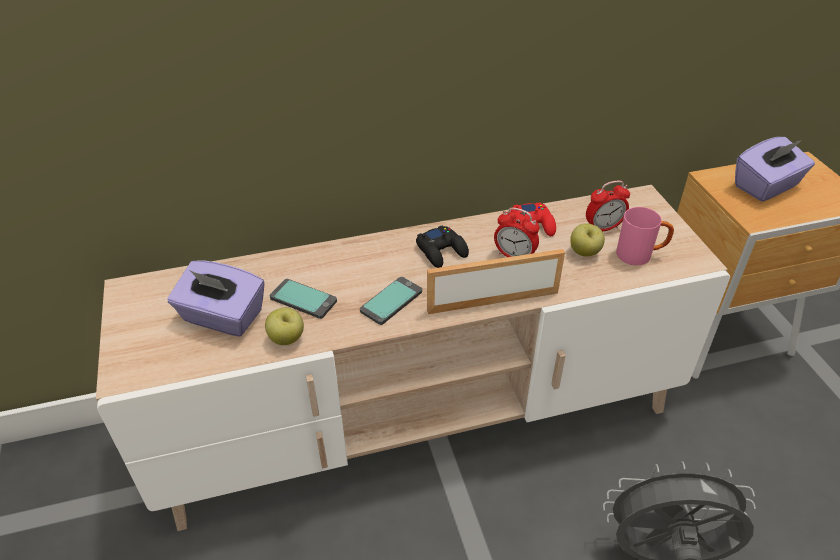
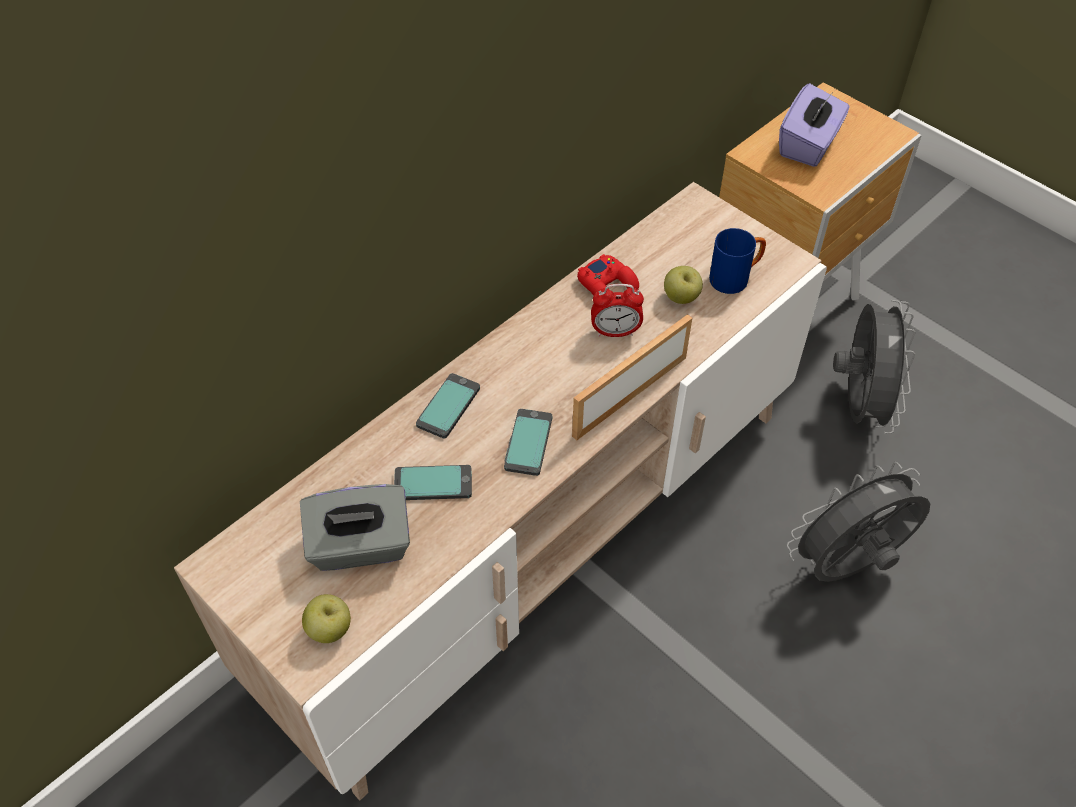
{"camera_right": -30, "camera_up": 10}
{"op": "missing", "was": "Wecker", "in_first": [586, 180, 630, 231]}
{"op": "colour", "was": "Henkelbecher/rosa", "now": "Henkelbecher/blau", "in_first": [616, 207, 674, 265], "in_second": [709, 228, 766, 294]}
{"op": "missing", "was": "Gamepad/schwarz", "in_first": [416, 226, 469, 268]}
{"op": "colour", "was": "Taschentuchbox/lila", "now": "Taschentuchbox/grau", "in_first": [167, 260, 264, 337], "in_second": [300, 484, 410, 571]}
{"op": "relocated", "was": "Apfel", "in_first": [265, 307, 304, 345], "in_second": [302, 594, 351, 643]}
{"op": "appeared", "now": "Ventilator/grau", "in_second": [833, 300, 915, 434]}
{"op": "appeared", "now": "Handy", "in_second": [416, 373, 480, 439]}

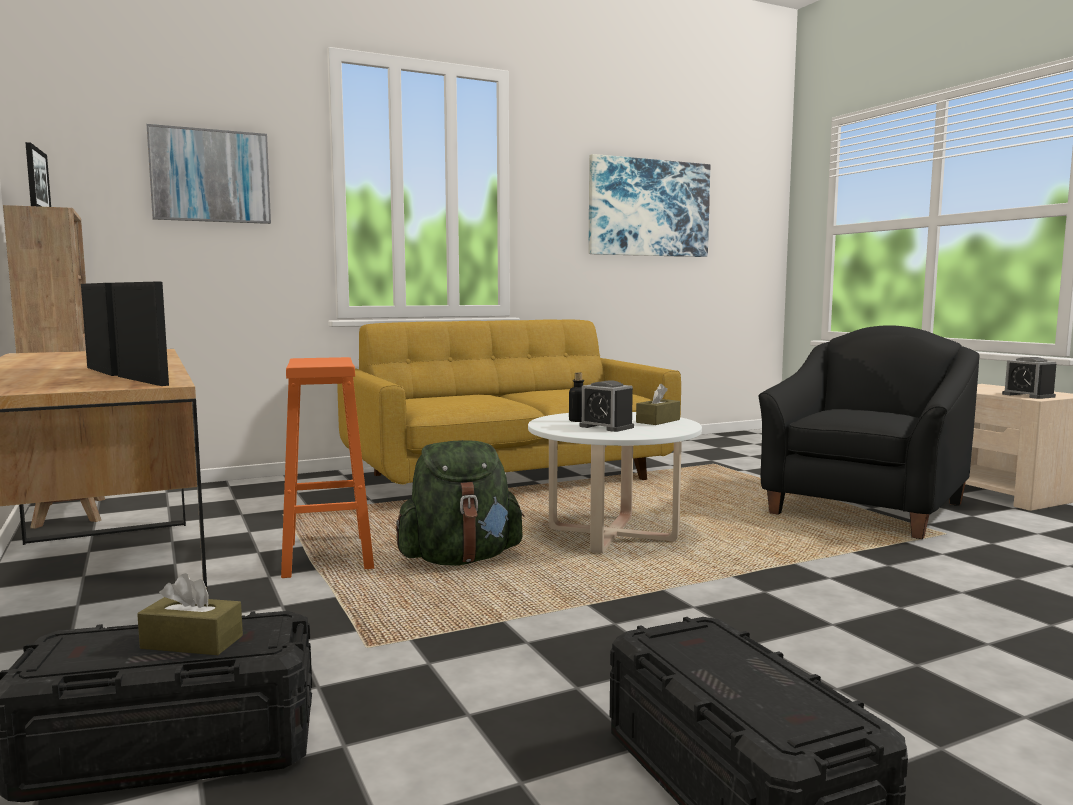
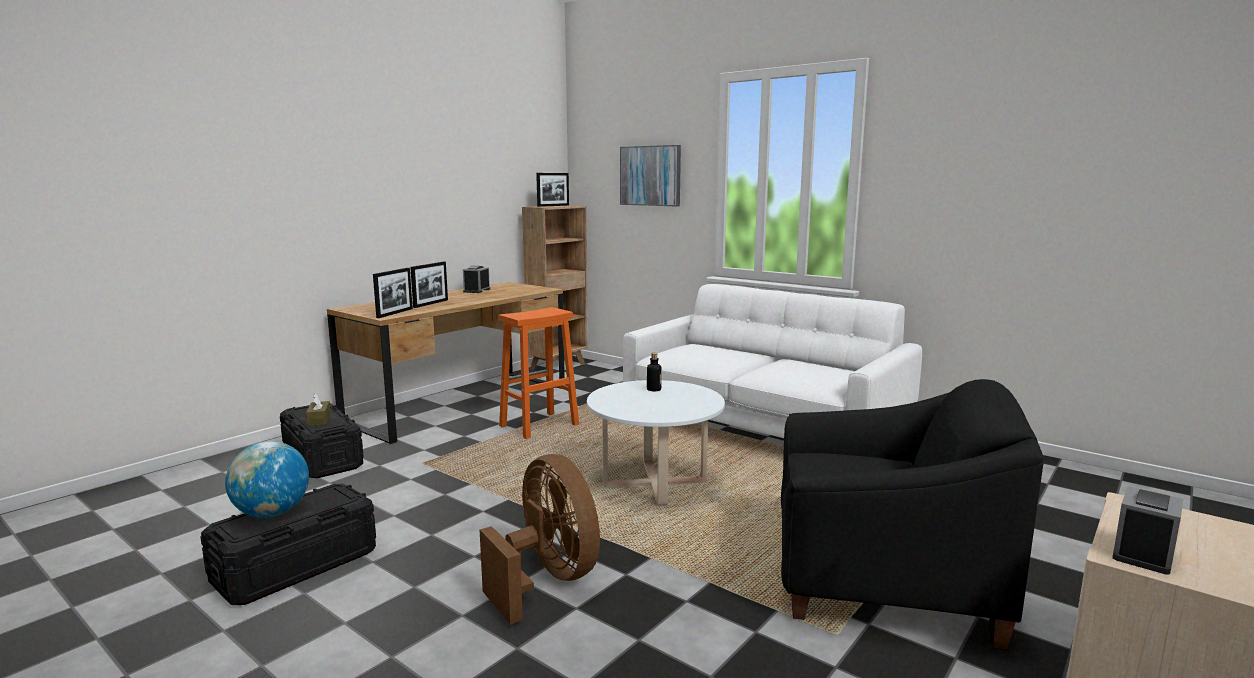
{"camera_right": 65, "camera_up": 5}
{"op": "missing", "was": "Bild", "in_first": [589, 154, 710, 257]}
{"op": "colour", "was": "Sofa/gelb", "now": "Sofa/weiß", "in_first": [337, 320, 681, 484], "in_second": [623, 284, 922, 438]}
{"op": "relocated", "was": "Wecker", "in_first": [579, 380, 634, 432], "in_second": [463, 266, 490, 293]}
{"op": "missing", "was": "Taschentuchbox/braun", "in_first": [636, 383, 680, 425]}
{"op": "missing", "was": "Rucksack/grün", "in_first": [396, 440, 525, 566]}
{"op": "appeared", "now": "Globus", "in_second": [225, 441, 309, 518]}
{"op": "appeared", "now": "Ventilator/braun", "in_second": [480, 454, 600, 625]}

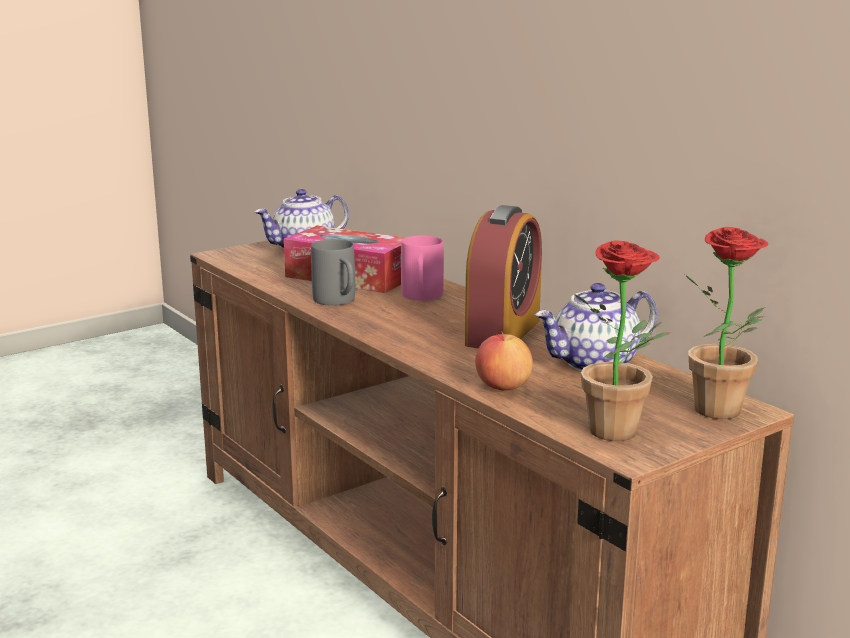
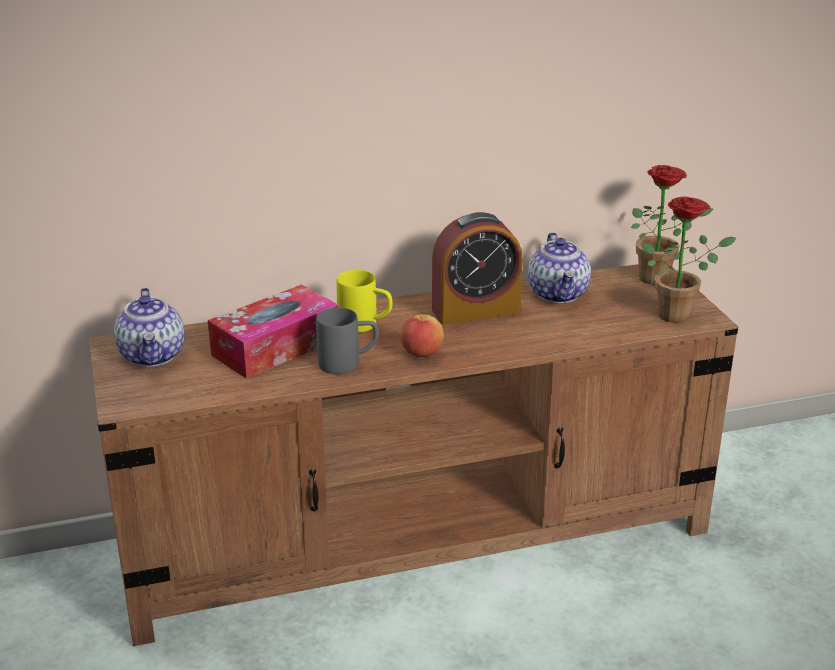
{"camera_right": -70, "camera_up": 10}
{"op": "spun", "was": "Wecker", "in_first": [465, 205, 542, 348], "in_second": [432, 212, 523, 325], "clockwise": 120}
{"op": "colour", "was": "Henkelbecher/rosa", "now": "Henkelbecher/gelb", "in_first": [401, 235, 444, 301], "in_second": [337, 270, 393, 333]}
{"op": "relocated", "was": "Apfel", "in_first": [475, 332, 533, 391], "in_second": [400, 314, 444, 357]}

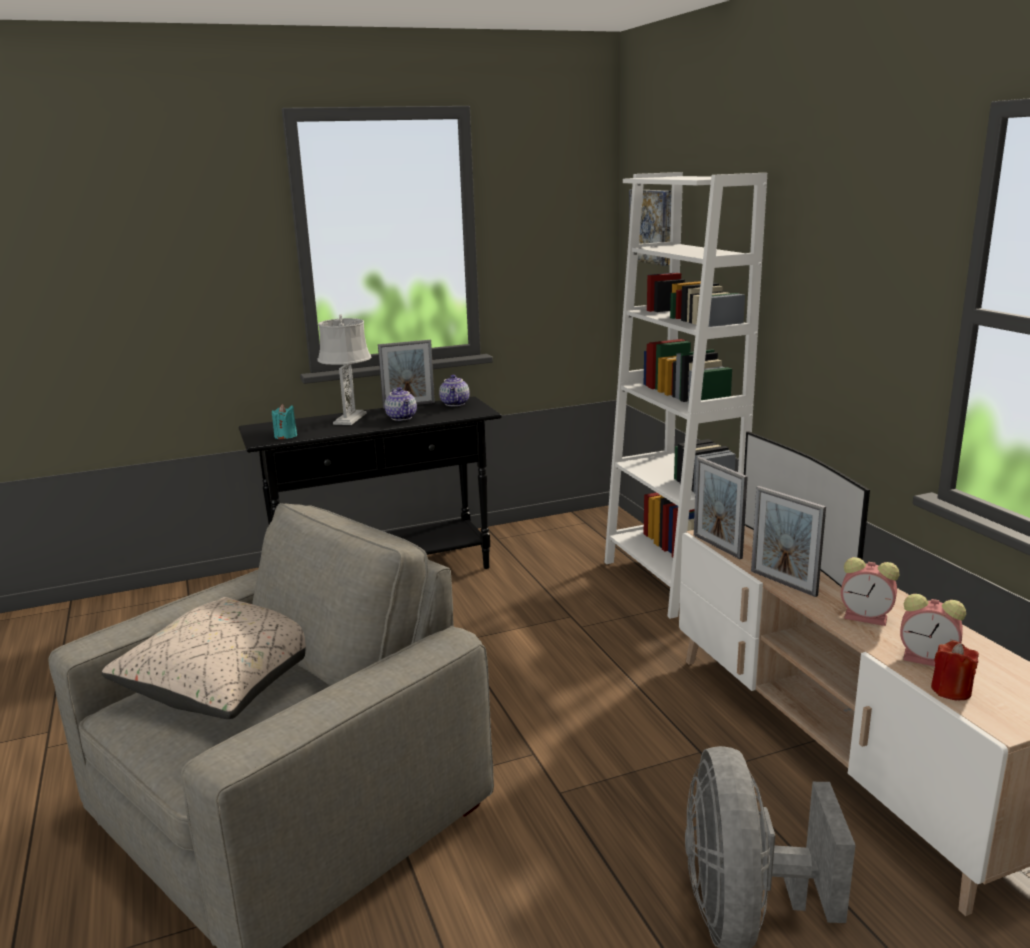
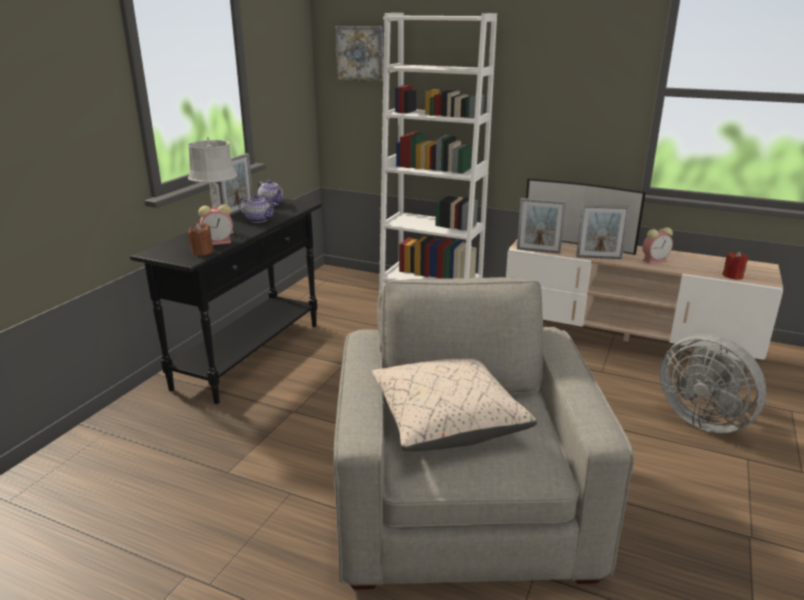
{"camera_right": -45, "camera_up": 5}
{"op": "colour", "was": "Kerze/türkis", "now": "Kerze/braun", "in_first": [272, 404, 297, 439], "in_second": [188, 223, 213, 256]}
{"op": "relocated", "was": "Wecker", "in_first": [900, 594, 966, 666], "in_second": [198, 204, 233, 245]}

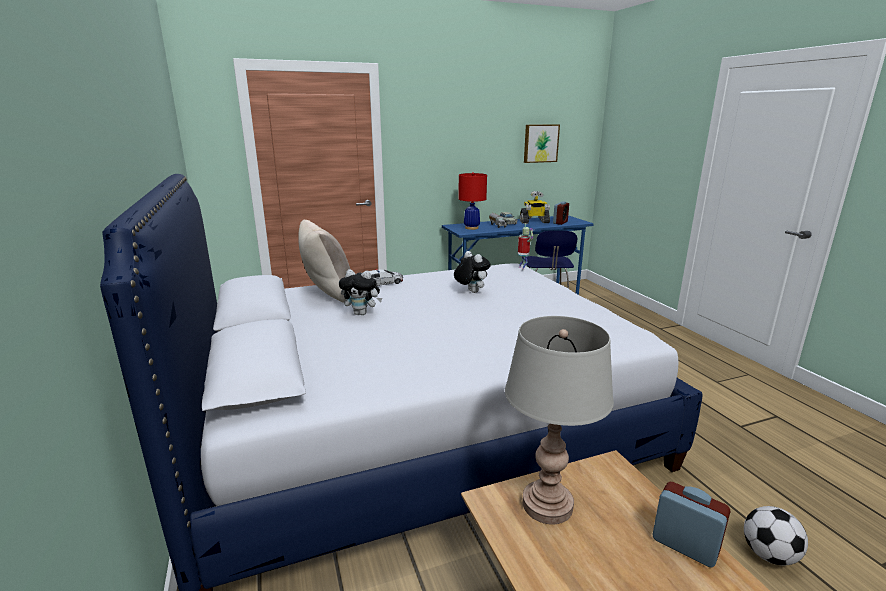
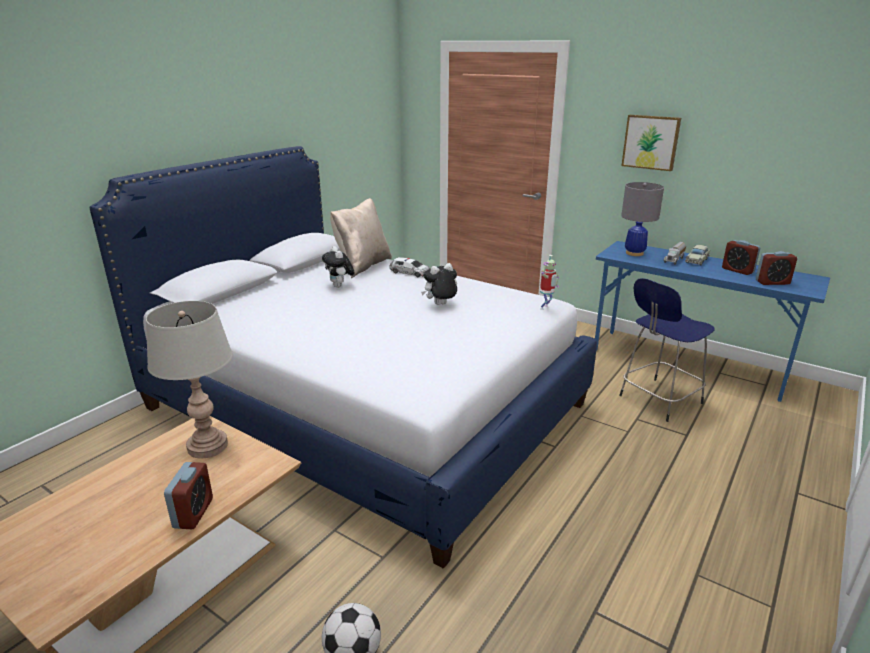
{"camera_right": 55, "camera_up": 5}
{"op": "relocated", "was": "Bild", "in_first": [524, 124, 560, 163], "in_second": [621, 115, 681, 171]}
{"op": "colour", "was": "Tischlampe/rot", "now": "Tischlampe/grau", "in_first": [458, 172, 487, 230], "in_second": [621, 182, 664, 256]}
{"op": "exchanged", "was": "Spielzeugroboter", "now": "Wecker", "in_first": [520, 191, 550, 223], "in_second": [722, 240, 760, 275]}
{"op": "spun", "was": "Plüschtier", "in_first": [454, 251, 490, 293], "in_second": [421, 263, 457, 305], "clockwise": -135}

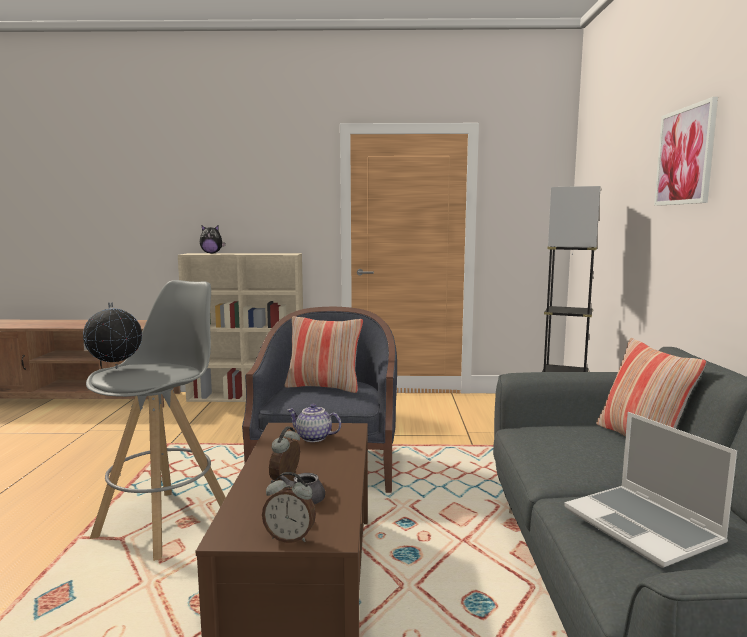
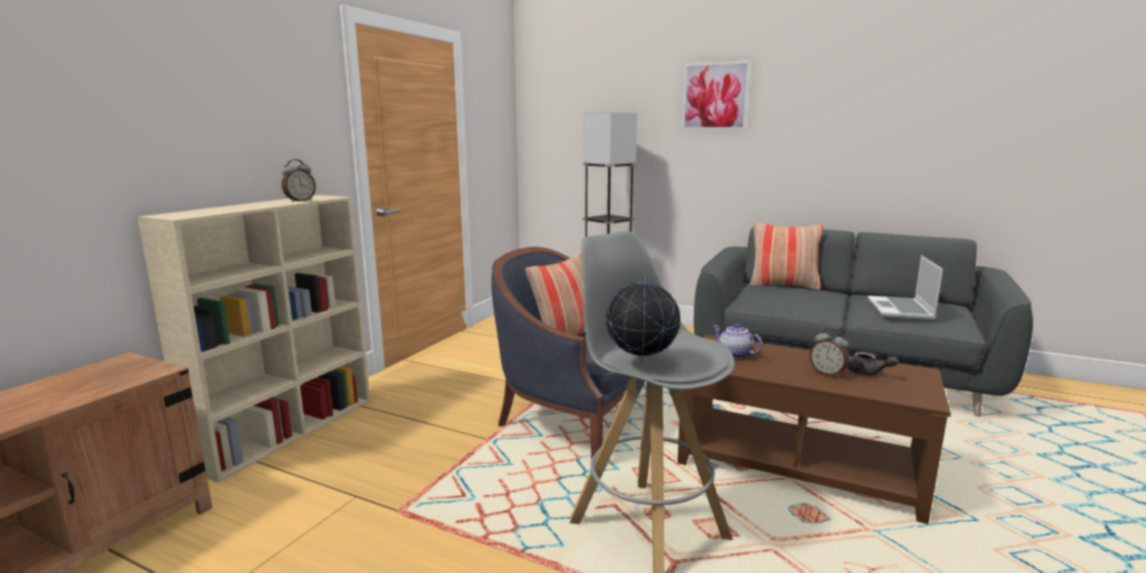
{"camera_right": -65, "camera_up": 5}
{"op": "missing", "was": "Plüschtier", "in_first": [200, 226, 225, 254]}
{"op": "spun", "was": "Teekanne", "in_first": [288, 404, 341, 442], "in_second": [713, 323, 763, 359], "clockwise": 90}
{"op": "spun", "was": "Laptop", "in_first": [564, 412, 737, 568], "in_second": [867, 255, 943, 320], "clockwise": 105}
{"op": "relocated", "was": "Wecker", "in_first": [262, 472, 316, 543], "in_second": [282, 159, 316, 202]}

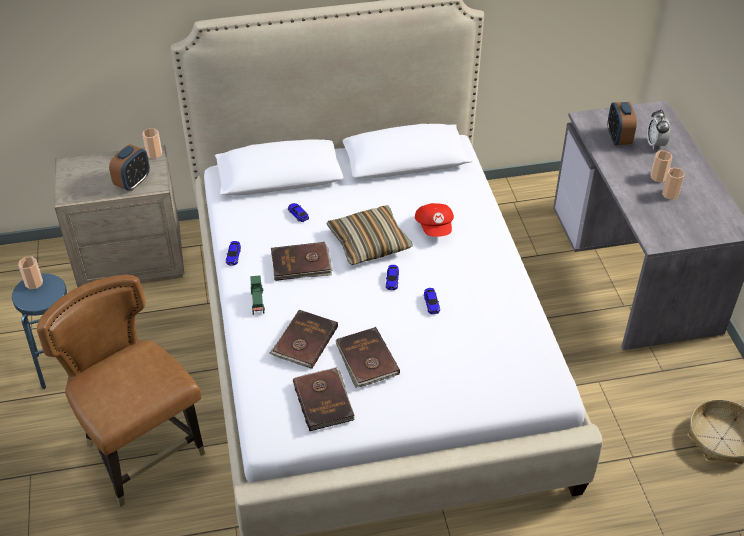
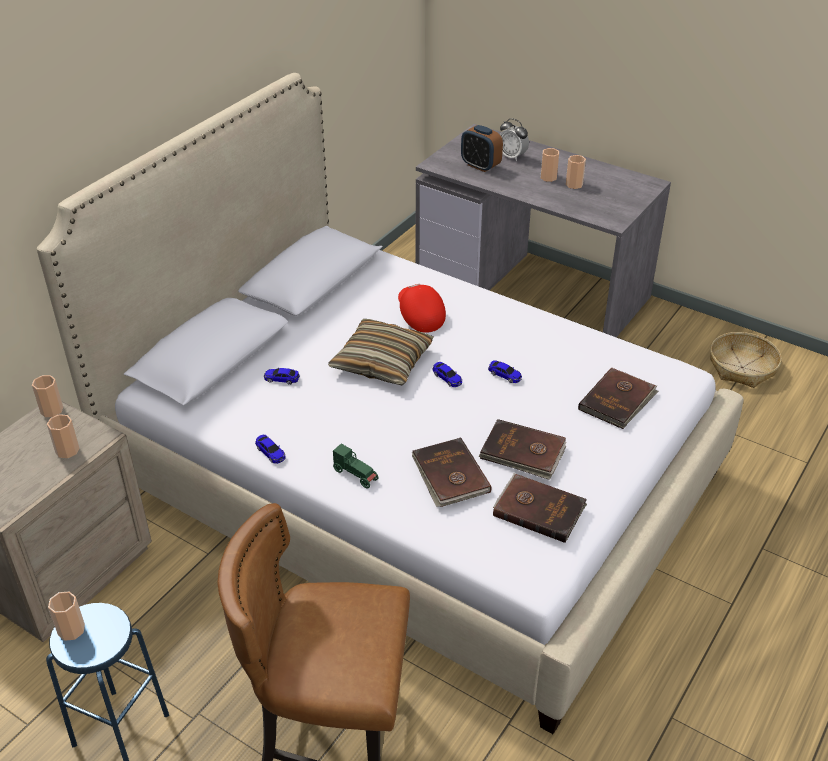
{"camera_right": -45, "camera_up": -5}
{"op": "exchanged", "was": "Wecker", "now": "Tasse", "in_first": [109, 144, 150, 191], "in_second": [47, 414, 80, 458]}
{"op": "spun", "was": "Kappe/rot", "in_first": [415, 203, 454, 237], "in_second": [398, 284, 446, 333], "clockwise": -150}
{"op": "relocated", "was": "Buch/braun", "in_first": [271, 242, 333, 281], "in_second": [578, 367, 658, 429]}

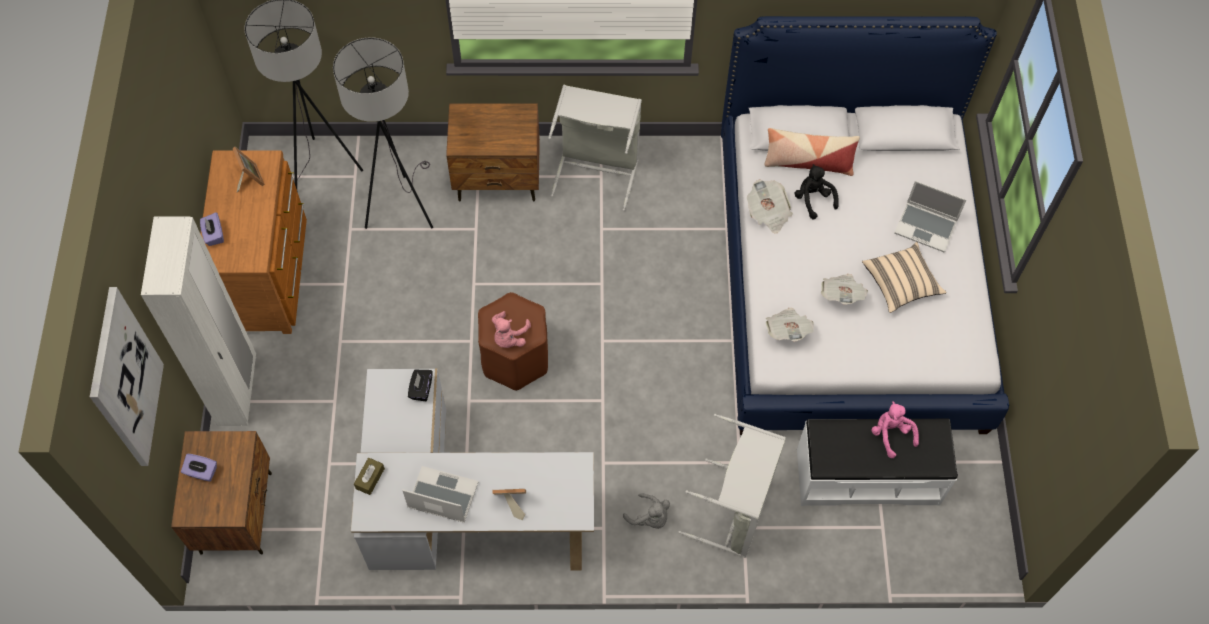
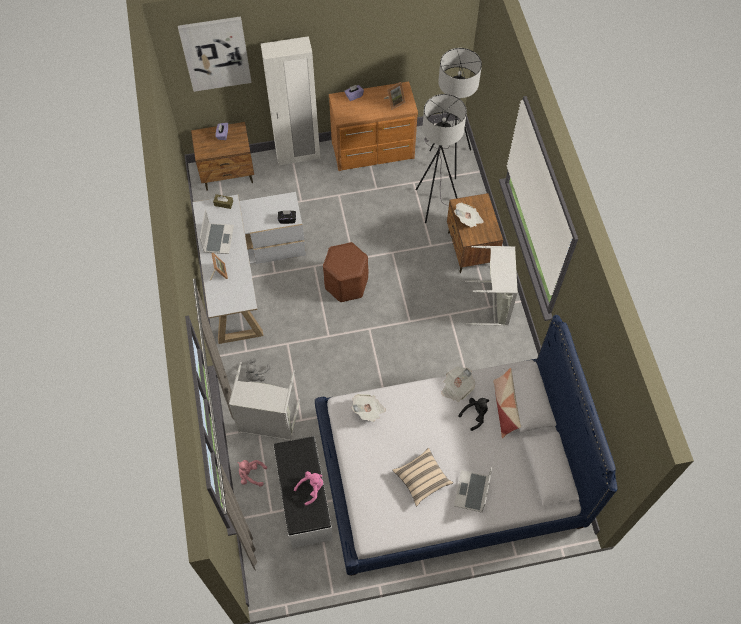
{"camera_right": 80, "camera_up": 0}
{"op": "relocated", "was": "Zeitung", "in_first": [821, 274, 868, 304], "in_second": [454, 202, 484, 227]}
{"op": "relocated", "was": "Plüschtier/rosa", "in_first": [492, 311, 531, 348], "in_second": [238, 460, 267, 487]}

